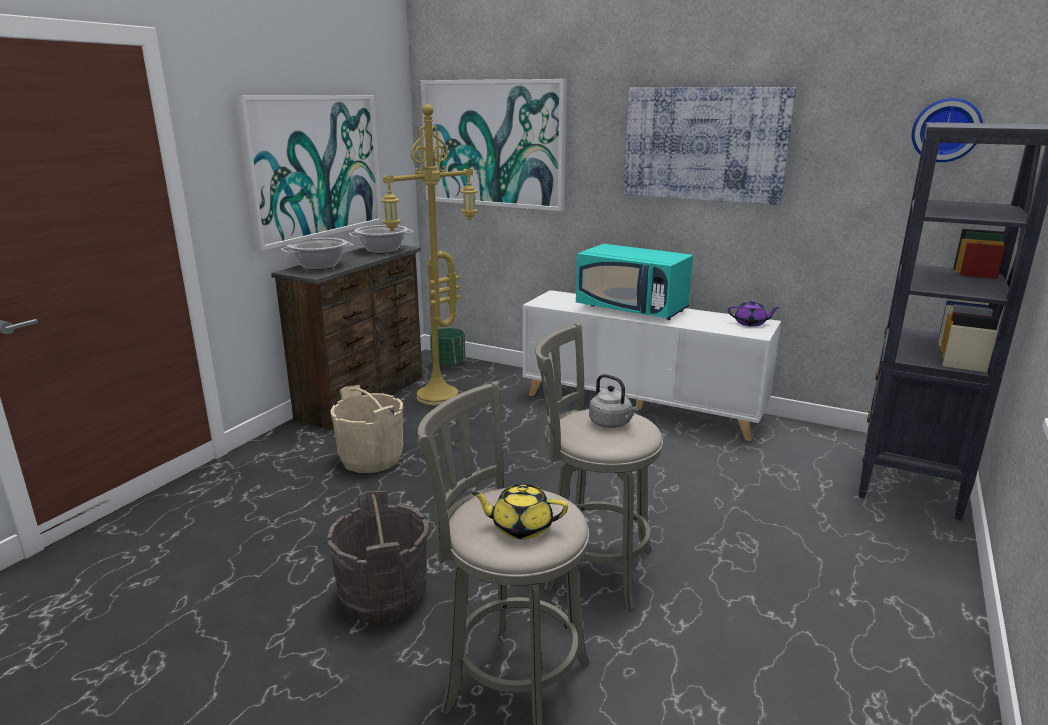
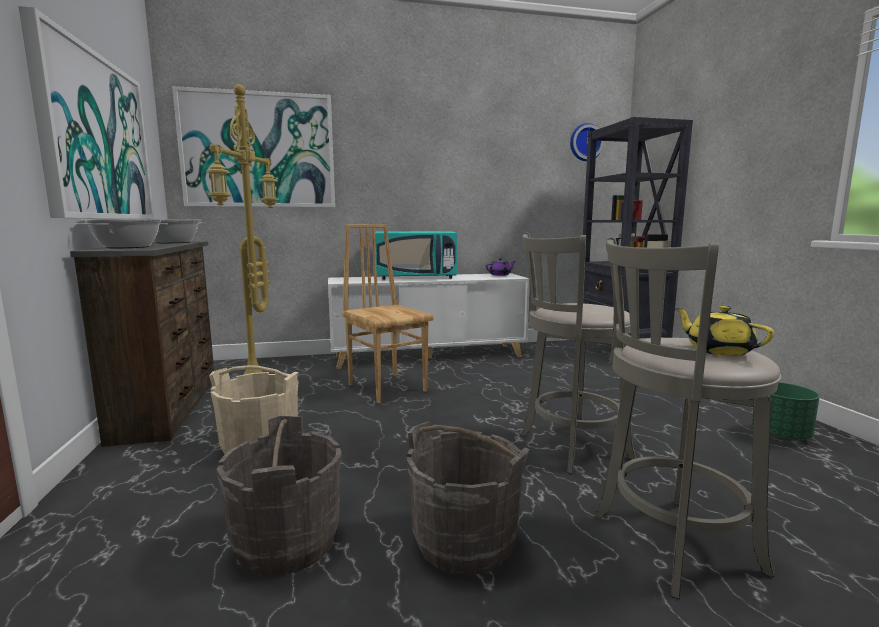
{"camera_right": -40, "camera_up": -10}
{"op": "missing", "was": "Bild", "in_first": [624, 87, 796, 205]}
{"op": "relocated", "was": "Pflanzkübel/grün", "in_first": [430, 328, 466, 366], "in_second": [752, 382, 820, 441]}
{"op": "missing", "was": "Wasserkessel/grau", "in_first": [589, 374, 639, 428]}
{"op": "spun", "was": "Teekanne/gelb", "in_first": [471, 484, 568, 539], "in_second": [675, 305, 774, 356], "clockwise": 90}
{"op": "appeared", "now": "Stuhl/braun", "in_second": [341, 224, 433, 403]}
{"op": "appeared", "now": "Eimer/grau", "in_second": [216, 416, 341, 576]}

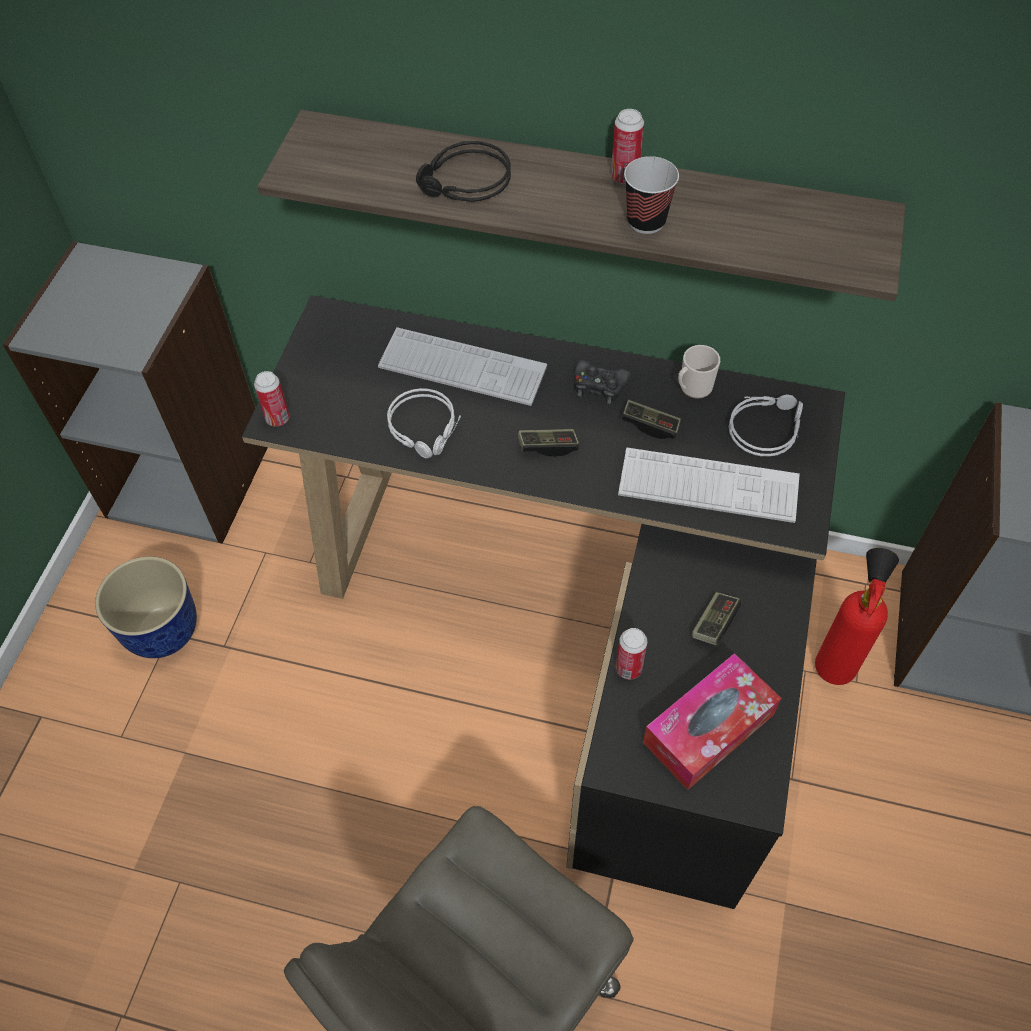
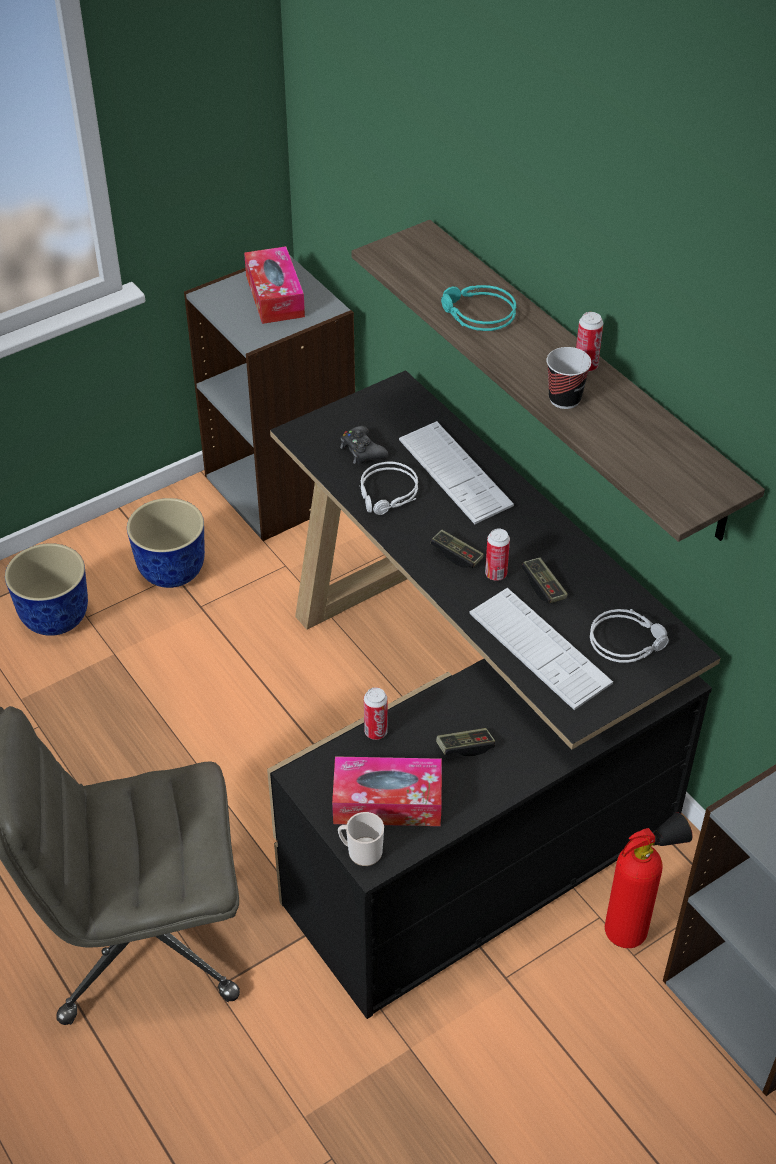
{"camera_right": 40, "camera_up": -10}
{"op": "colour", "was": "Kopfhörer/schwarz", "now": "Kopfhörer/türkis", "in_first": [416, 141, 511, 202], "in_second": [441, 285, 516, 331]}
{"op": "relocated", "was": "Henkelbecher", "in_first": [678, 345, 720, 399], "in_second": [338, 812, 384, 866]}
{"op": "relocated", "was": "Gamepad/schwarz", "in_first": [574, 360, 631, 404], "in_second": [340, 426, 388, 464]}
{"op": "relocated", "was": "Dose", "in_first": [254, 371, 289, 427], "in_second": [485, 529, 510, 581]}
{"op": "appeared", "now": "Taschentuchbox", "in_second": [244, 246, 305, 324]}
{"op": "appeared", "now": "Pflanzkübel", "in_second": [5, 543, 88, 636]}

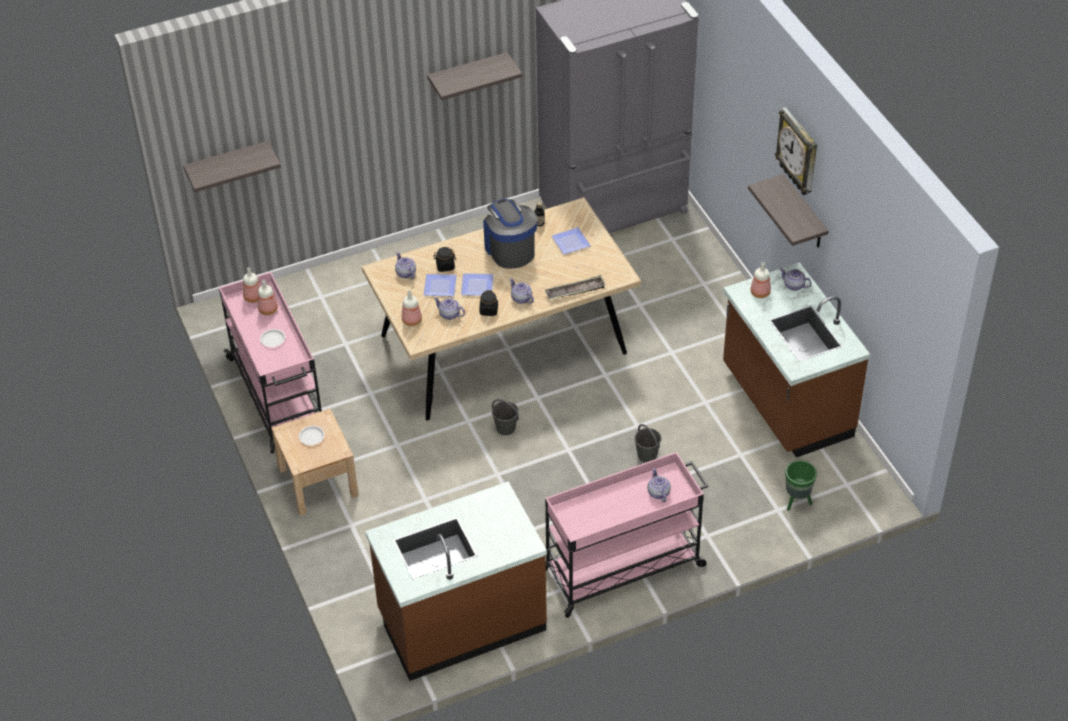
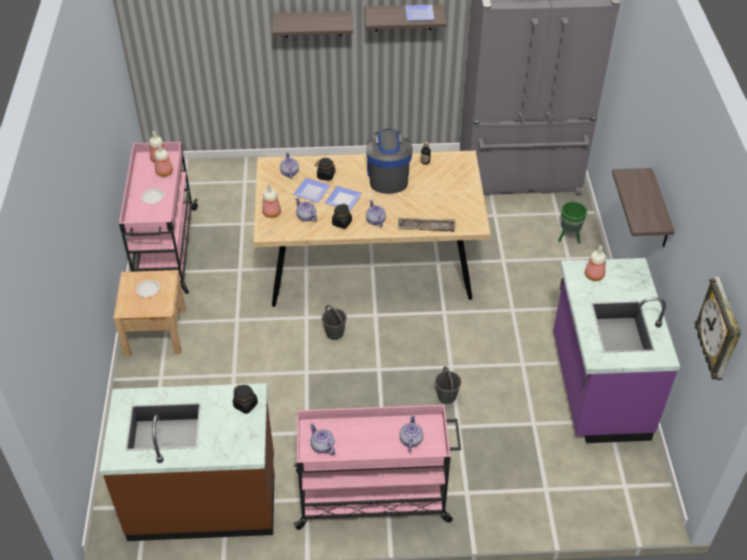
{"camera_right": 20, "camera_up": 0}
{"op": "relocated", "was": "Wanduhr", "in_first": [775, 107, 817, 195], "in_second": [695, 277, 741, 380]}
{"op": "relocated", "was": "Wandregal", "in_first": [183, 141, 281, 192], "in_second": [272, 11, 353, 38]}
{"op": "relocated", "was": "Teller", "in_first": [552, 227, 591, 254], "in_second": [405, 5, 435, 21]}
{"op": "colour", "was": "Küchenzeile/braun", "now": "Küchenzeile/lila", "in_first": [723, 263, 870, 458], "in_second": [553, 258, 680, 443]}
{"op": "relocated", "was": "Teekanne", "in_first": [779, 268, 812, 291], "in_second": [310, 423, 335, 455]}
{"op": "relocated", "was": "Pflanzkübel/grün", "in_first": [785, 460, 817, 511], "in_second": [558, 202, 587, 243]}
{"op": "appeared", "now": "Vorratsglas/schwarz", "in_second": [233, 385, 258, 414]}

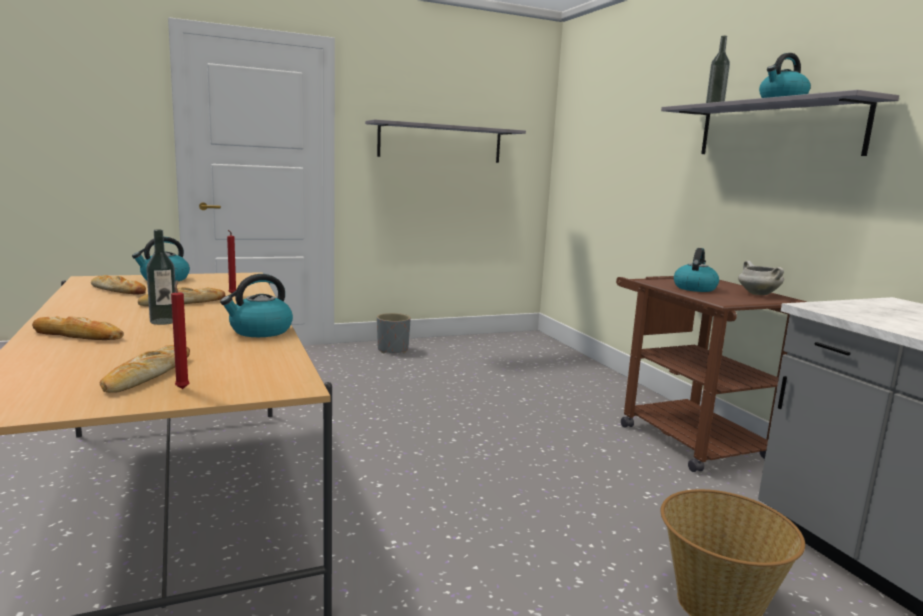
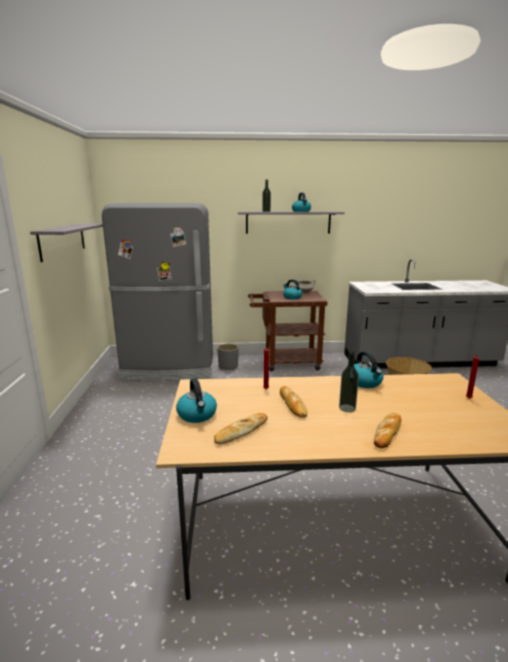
{"camera_right": -70, "camera_up": 5}
{"op": "relocated", "was": "Pflanzkübel/grau", "in_first": [377, 313, 411, 353], "in_second": [217, 343, 239, 370]}
{"op": "missing", "was": "Brot", "in_first": [100, 345, 190, 393]}
{"op": "appeared", "now": "Kühlschrank/grau", "in_second": [102, 203, 213, 381]}

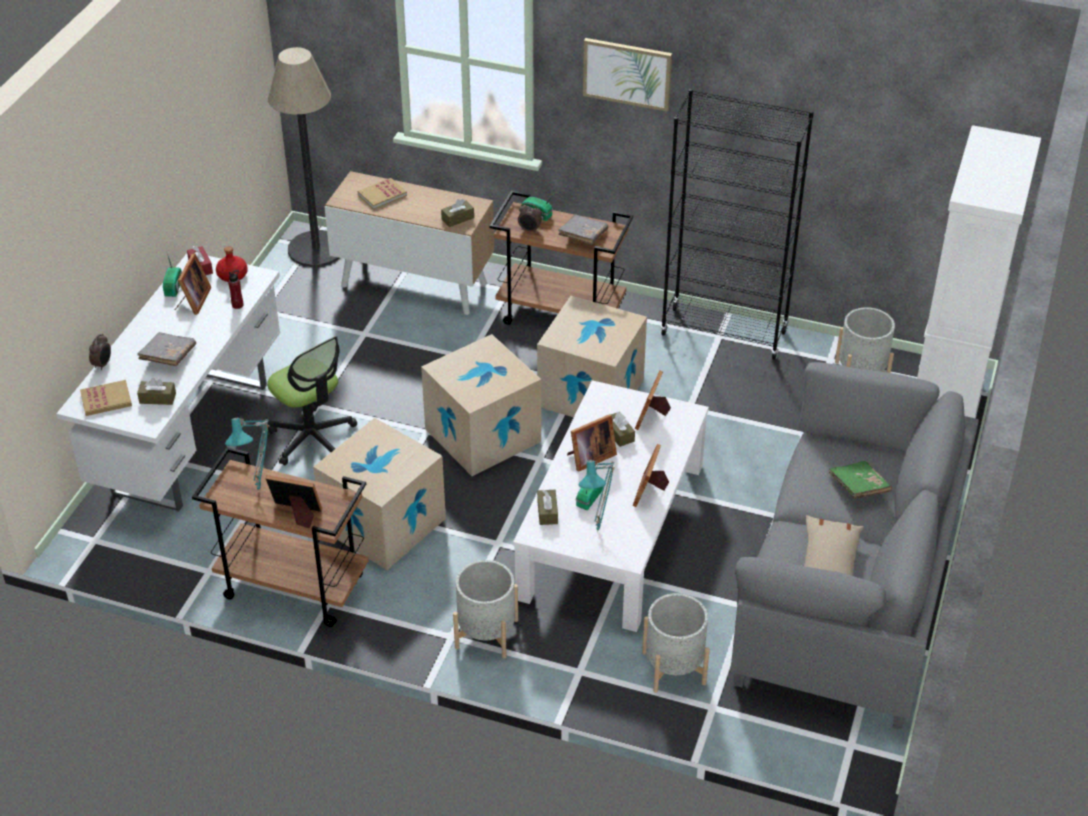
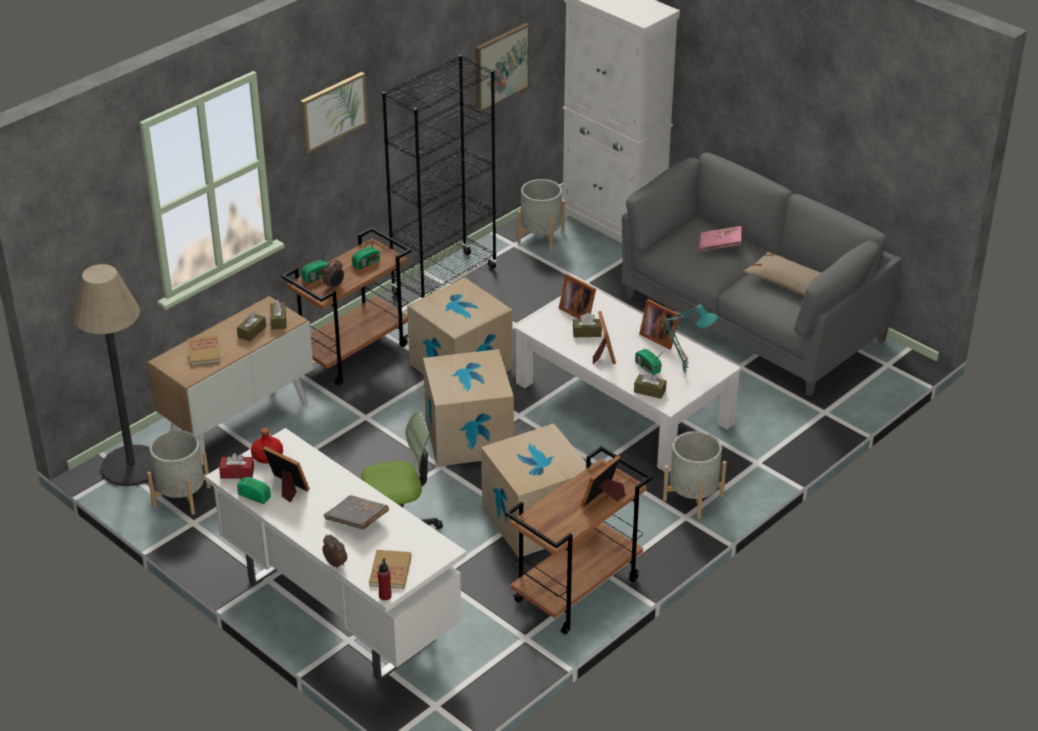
{"camera_right": -65, "camera_up": -5}
{"op": "exchanged", "was": "Buch/grau", "now": "Radio", "in_first": [558, 215, 608, 244], "in_second": [352, 233, 380, 270]}
{"op": "relocated", "was": "Flasche/rot", "in_first": [228, 270, 244, 309], "in_second": [378, 558, 392, 600]}
{"op": "relocated", "was": "Taschentuchbox/braun", "in_first": [137, 378, 176, 405], "in_second": [237, 311, 266, 341]}
{"op": "missing", "was": "Tischlampe/türkis", "in_first": [225, 418, 270, 491]}
{"op": "colour", "was": "Buch/grün", "now": "Buch/rosa", "in_first": [828, 461, 892, 499], "in_second": [699, 226, 743, 252]}
{"op": "relocated", "was": "Pflanzkübel/grau", "in_first": [642, 593, 710, 693], "in_second": [147, 430, 211, 515]}
{"op": "appeared", "now": "Bild", "in_second": [475, 23, 529, 112]}

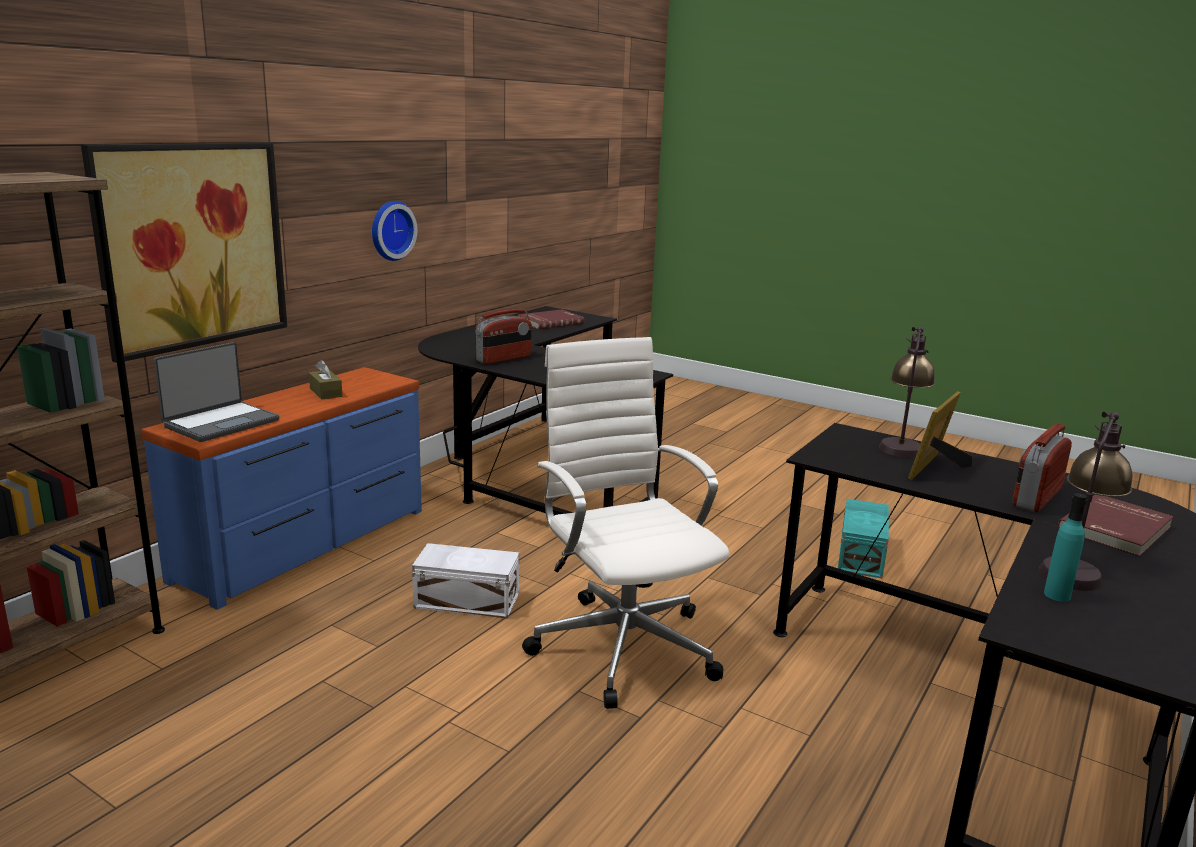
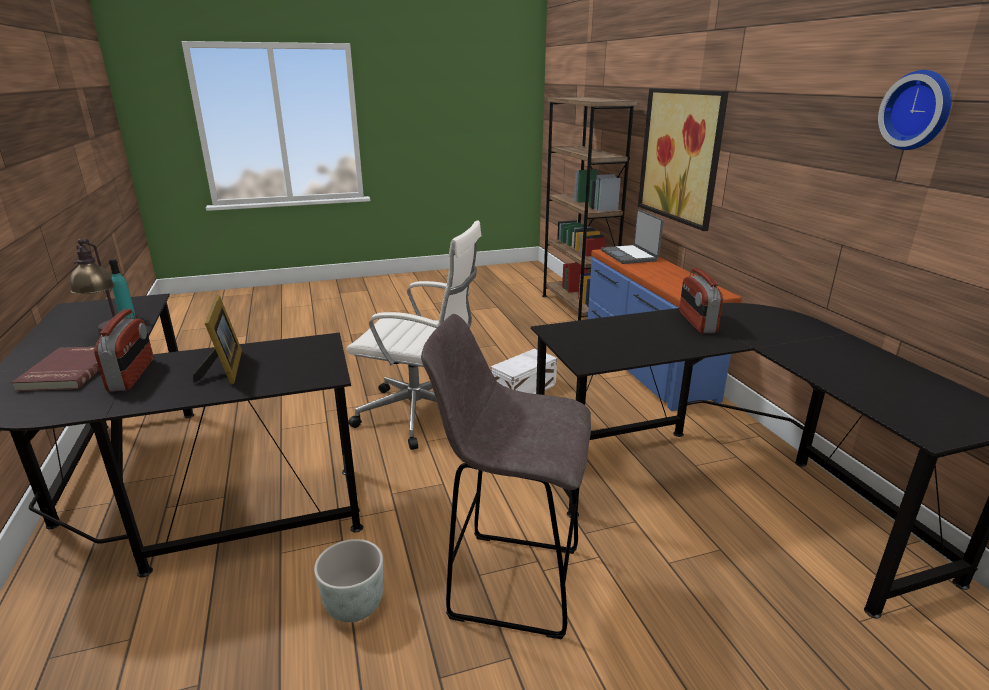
{"camera_right": 130, "camera_up": 5}
{"op": "relocated", "was": "Wanduhr", "in_first": [372, 201, 417, 261], "in_second": [878, 70, 952, 150]}
{"op": "missing", "was": "Buch/rot", "in_first": [518, 310, 584, 329]}
{"op": "missing", "was": "Tischlampe", "in_first": [879, 327, 935, 458]}
{"op": "missing", "was": "Taschentuchbox/braun", "in_first": [309, 360, 342, 400]}
{"op": "exchanged", "was": "Aufbewahrungsbox/türkis", "now": "Pflanzkübel/grau", "in_first": [838, 499, 889, 578], "in_second": [314, 539, 383, 622]}
{"op": "appeared", "now": "Hocker/grau", "in_second": [421, 314, 591, 639]}

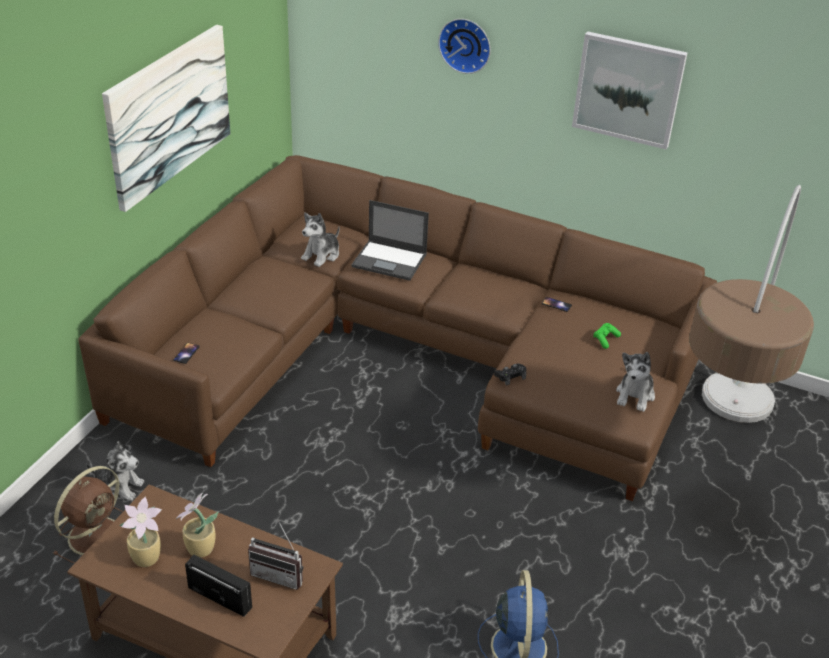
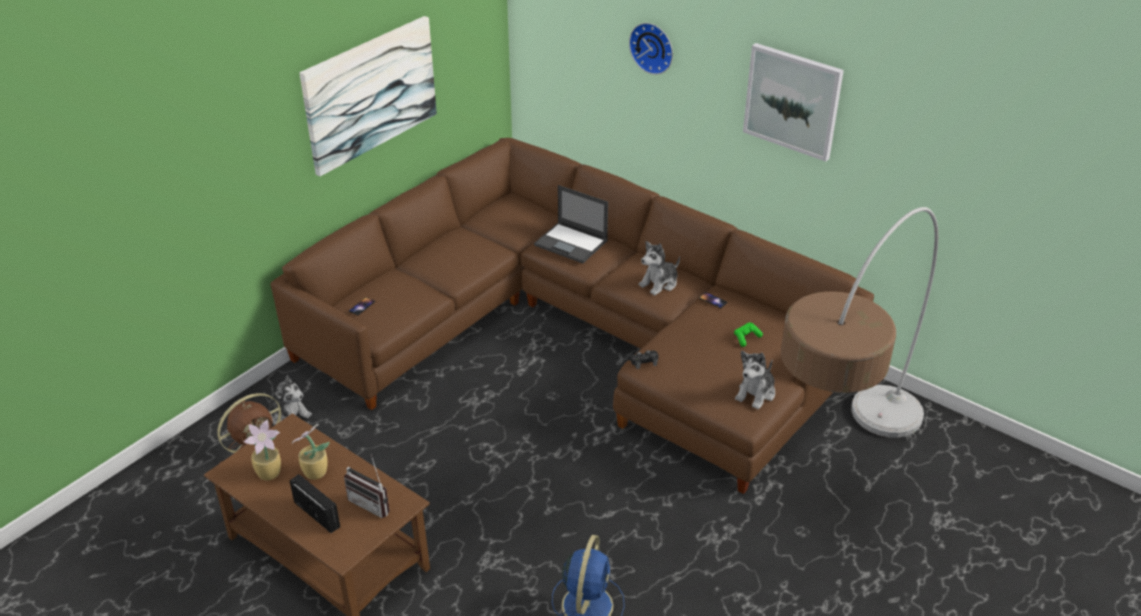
{"camera_right": 15, "camera_up": 0}
{"op": "relocated", "was": "Plüschtier", "in_first": [301, 213, 339, 267], "in_second": [639, 241, 680, 295]}

